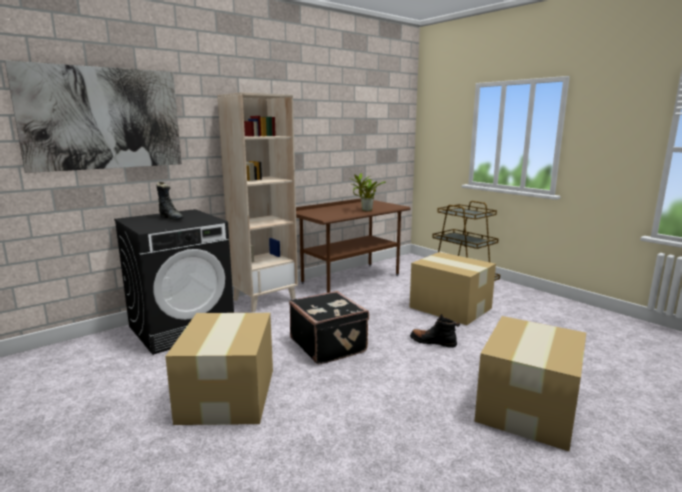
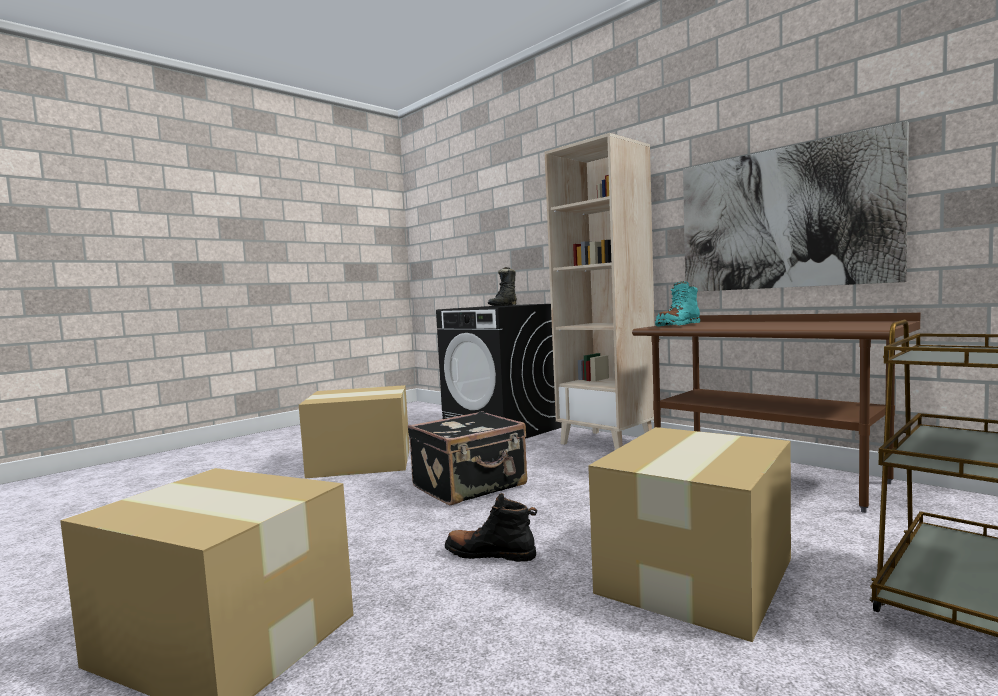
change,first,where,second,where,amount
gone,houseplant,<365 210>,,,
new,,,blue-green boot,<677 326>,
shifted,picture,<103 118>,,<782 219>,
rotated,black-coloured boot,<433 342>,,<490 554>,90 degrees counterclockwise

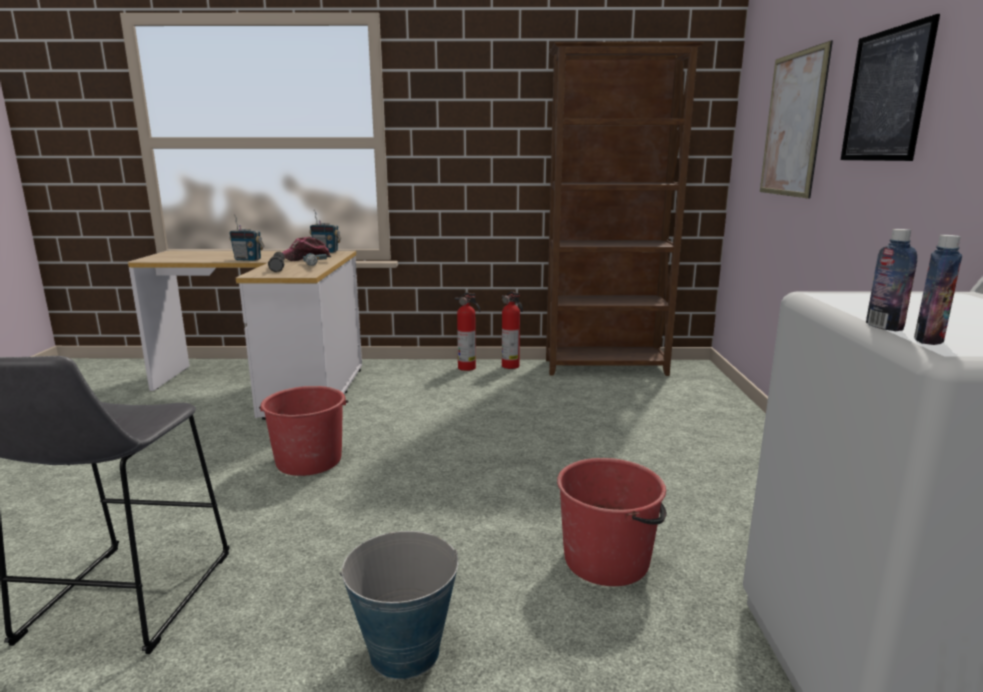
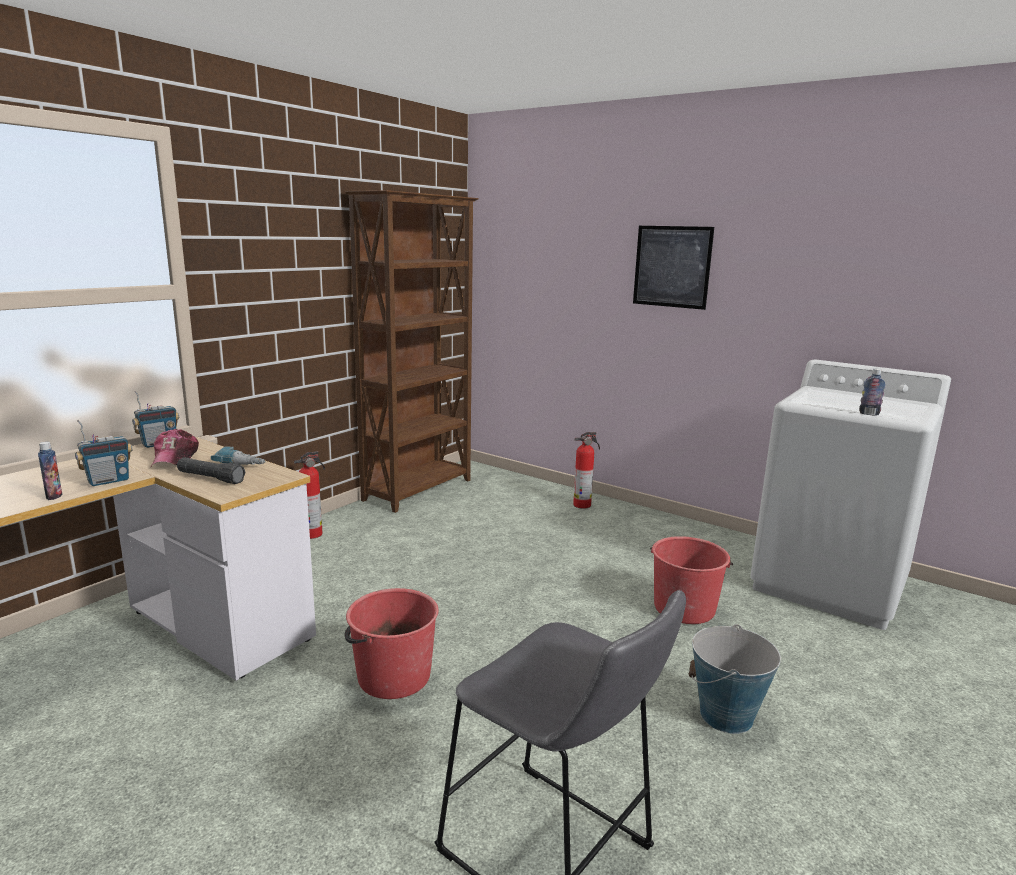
change,first,where,second,where,amount
gone,picture,<792 125>,,,
shifted,fire-fighting cylinder,<511 366>,,<583 505>,
shifted,bottle,<928 340>,,<54 496>,

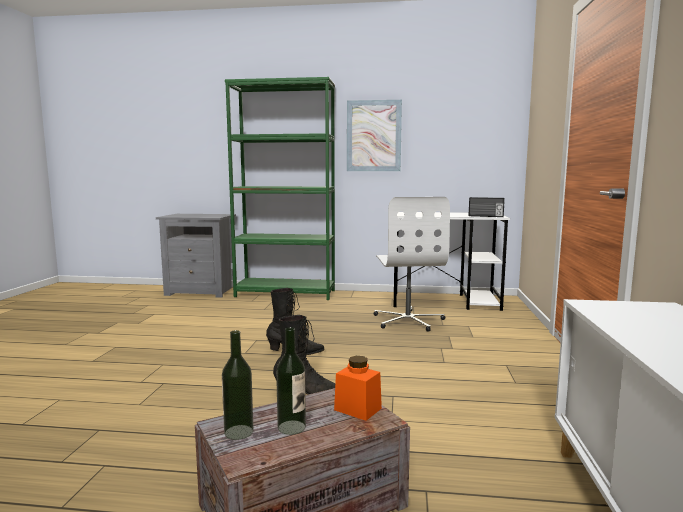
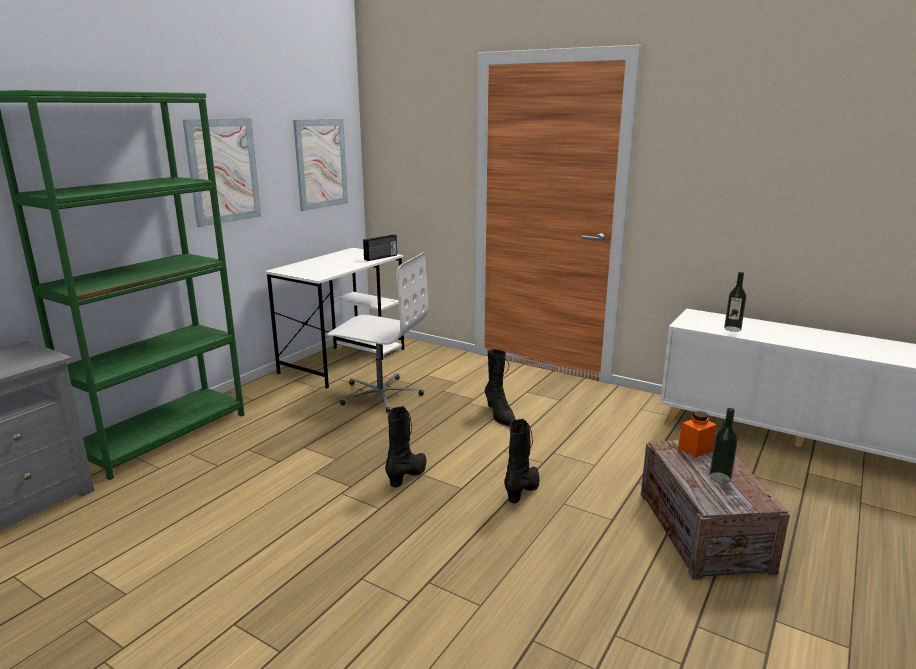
change,first,where,second,where,amount
new,,,picture,<321 164>,
new,,,black-coloured boot,<500 416>,
shifted,bottle,<238 432>,,<732 329>,

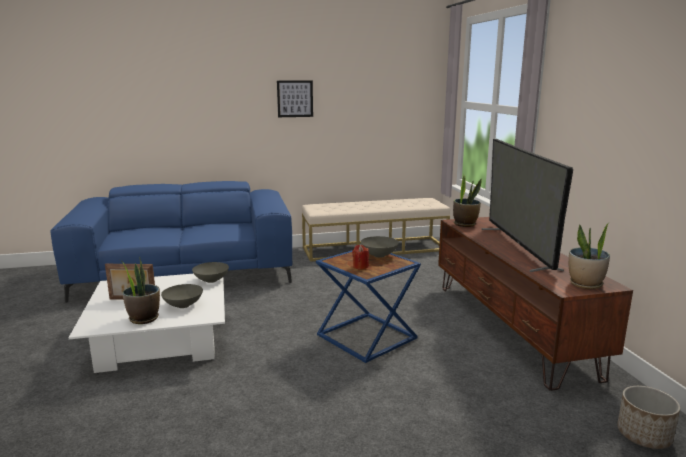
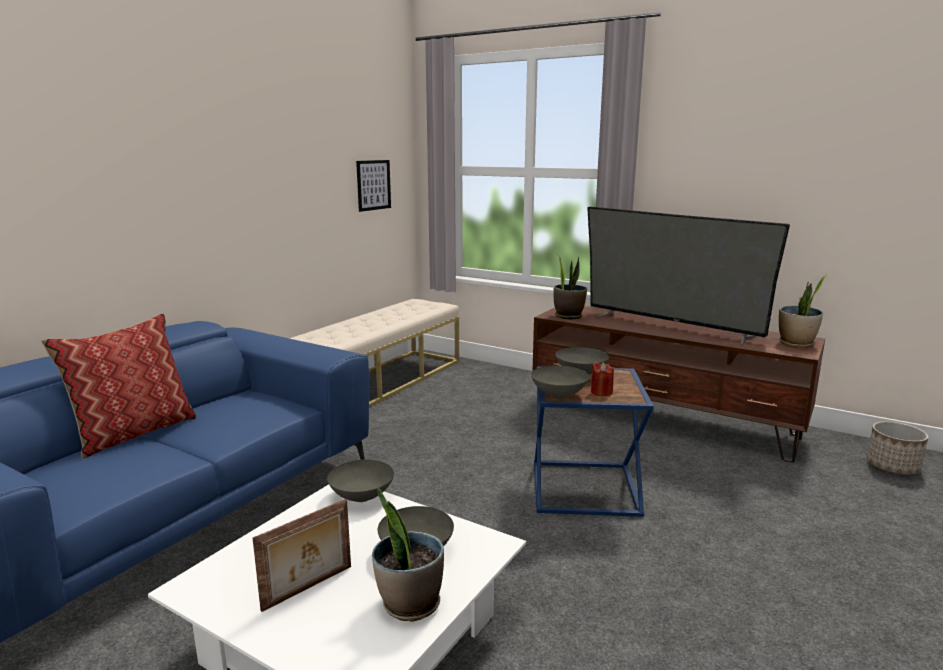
change,first,where,second,where,amount
new,,,cushion,<134 432>,
new,,,grey deep dish,<558 395>,
shifted,picture,<295 98>,,<373 185>,

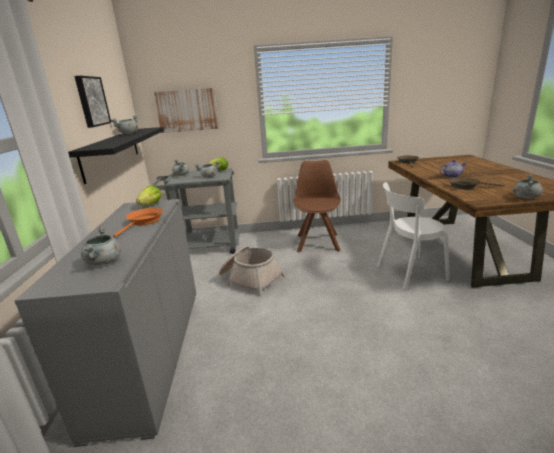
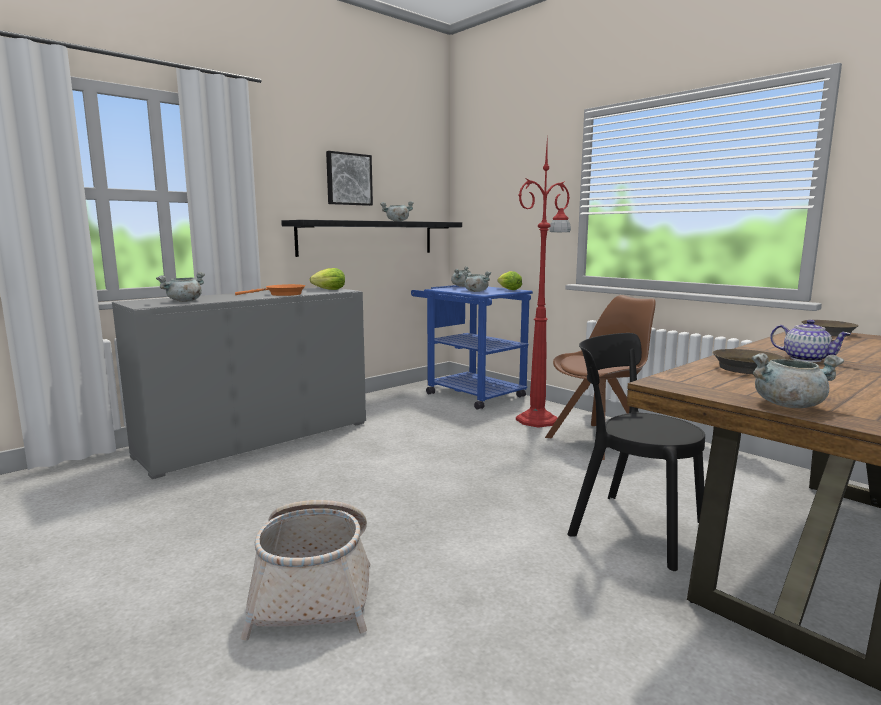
change,first,where,second,where,amount
gone,picture,<187 110>,,,
new,,,reddish standing lamp,<538 420>,
shifted,basket,<250 279>,,<315 587>,
repainted,grey wheeled cart,<204 246>,blue wheeled cart,<468 393>,
repainted,white-coloured plain chair,<408 273>,black-coloured plain chair,<630 527>,

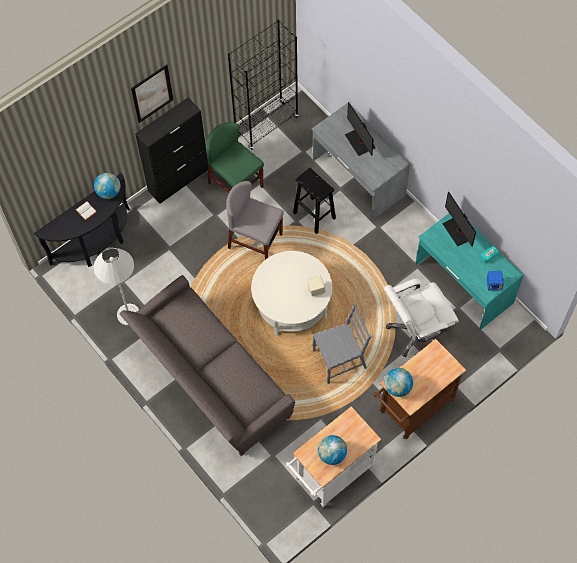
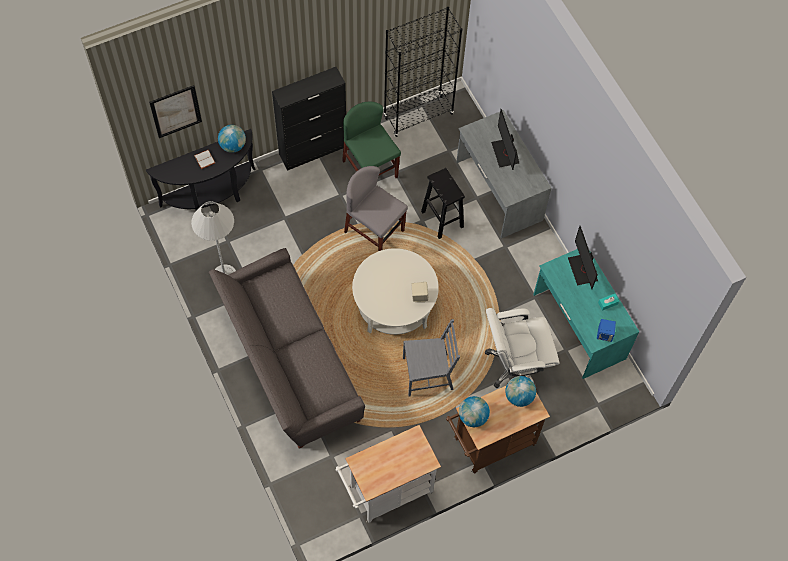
change,first,where,second,where,amount
shifted,picture,<152 93>,,<176 111>,
shifted,world globe,<332 454>,,<519 396>,

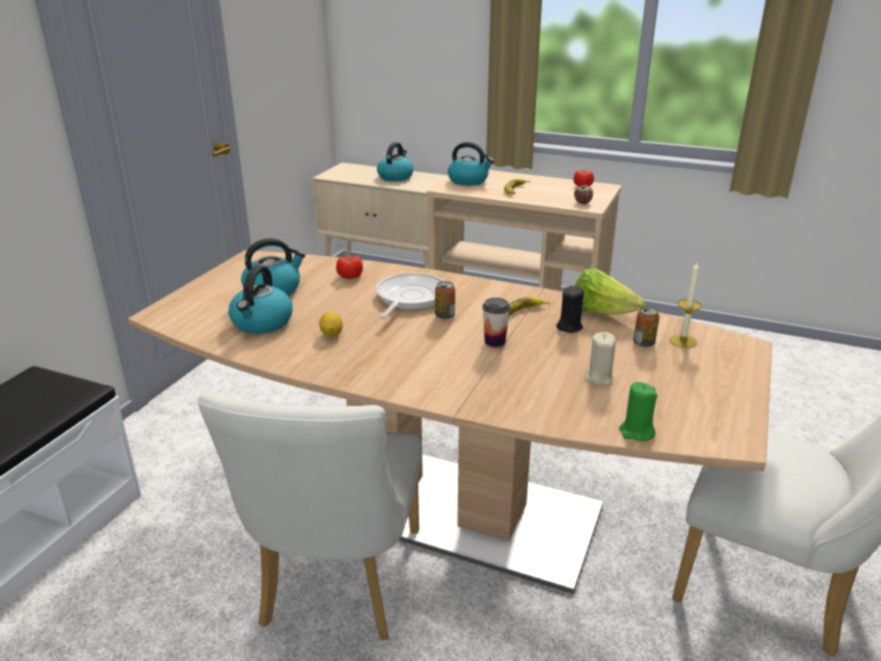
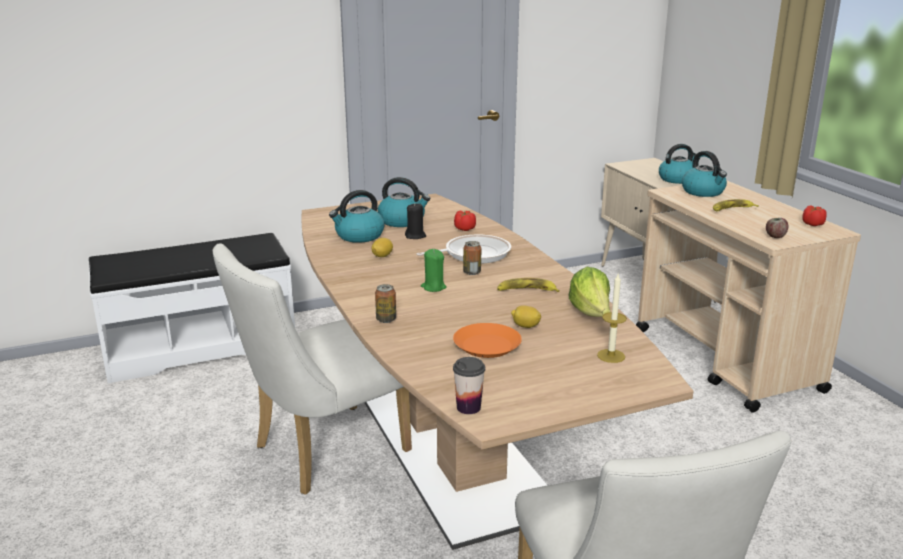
change,first,where,second,where,amount
new,,,citrus fruit,<525 326>,
shifted,cup,<495 341>,,<468 407>,
shifted,black-coloured wax light,<569 327>,,<415 236>,
shifted,greenish wax light,<636 432>,,<433 287>,
shifted,sealed can,<644 343>,,<386 319>,
swapped,sand-coloured wax light,<598 378>,orangey flat dish,<487 346>,

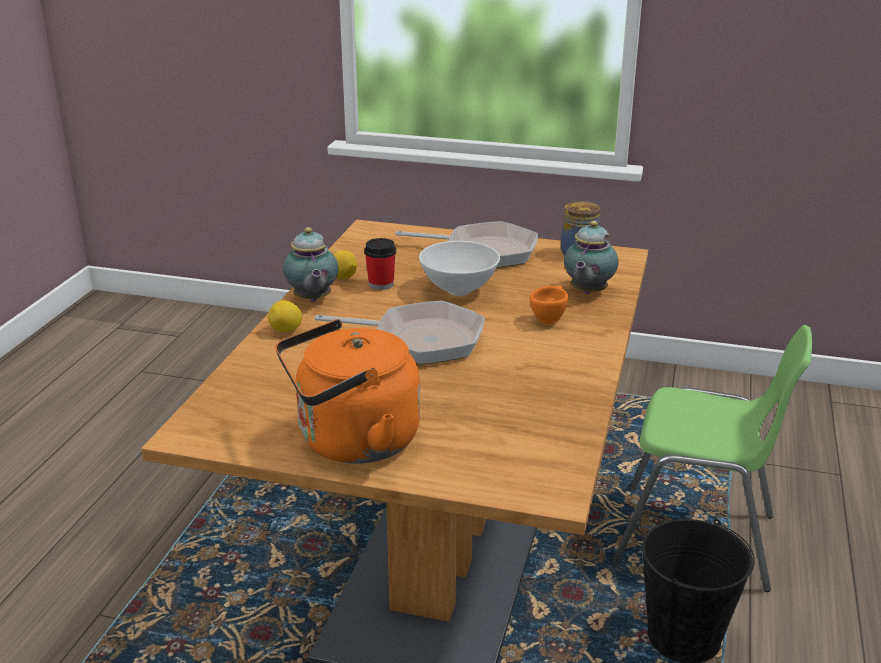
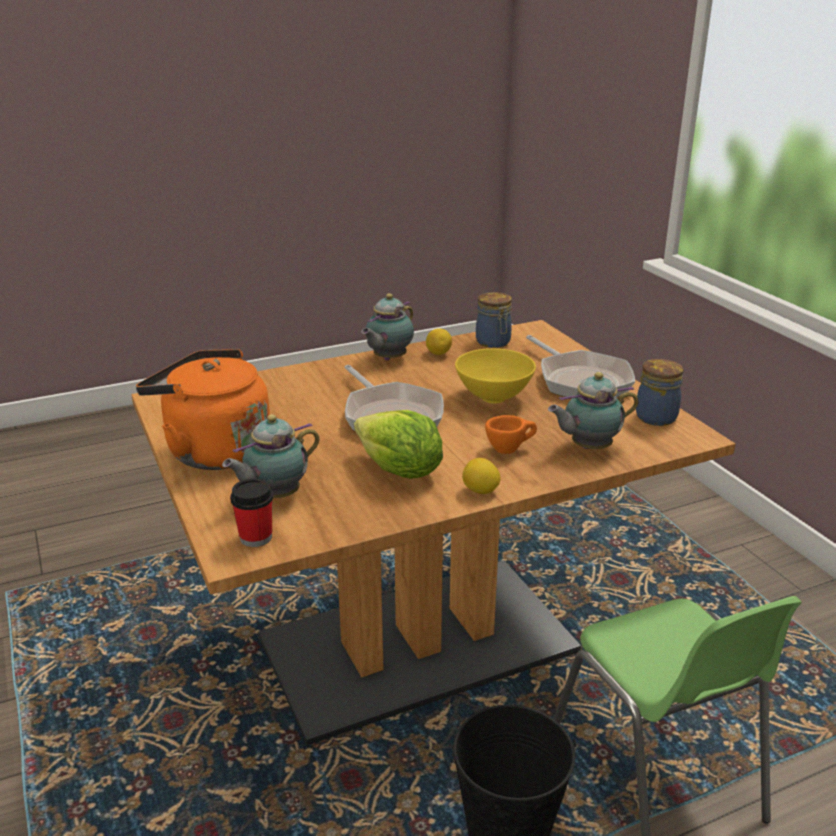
change,first,where,second,where,amount
new,,,teapot,<274 496>,
new,,,head of lettuce,<399 471>,
new,,,preserve jar,<493 342>,
shifted,citrus fruit,<286 330>,,<480 491>,
shifted,cup,<381 284>,,<256 537>,
repainted,white-coloured deep dish,<459 291>,yellow deep dish,<493 398>,

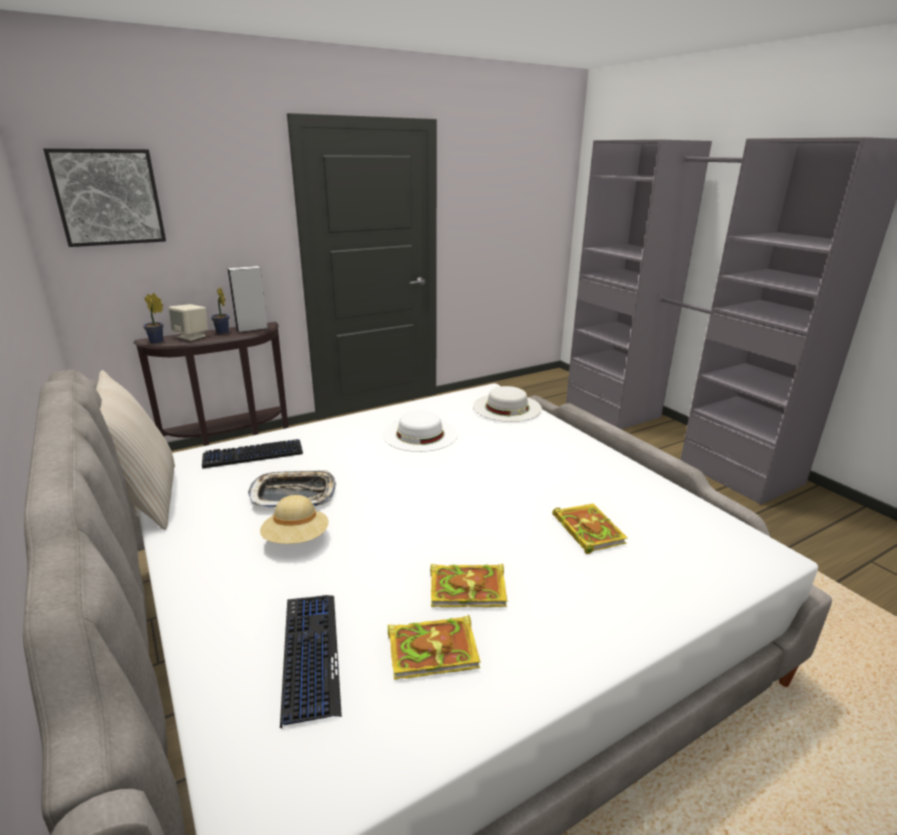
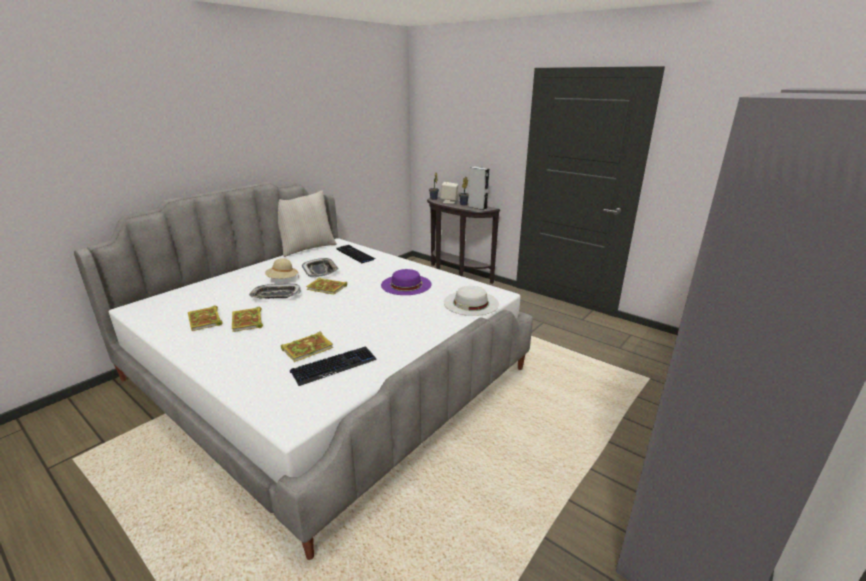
change,first,where,second,where,amount
gone,picture,<108 197>,,,
new,,,tray,<275 295>,
new,,,volume,<327 288>,
shifted,computer keyboard,<310 655>,,<334 366>,
repainted,white-coloured hat,<420 434>,purplish hat,<406 284>,

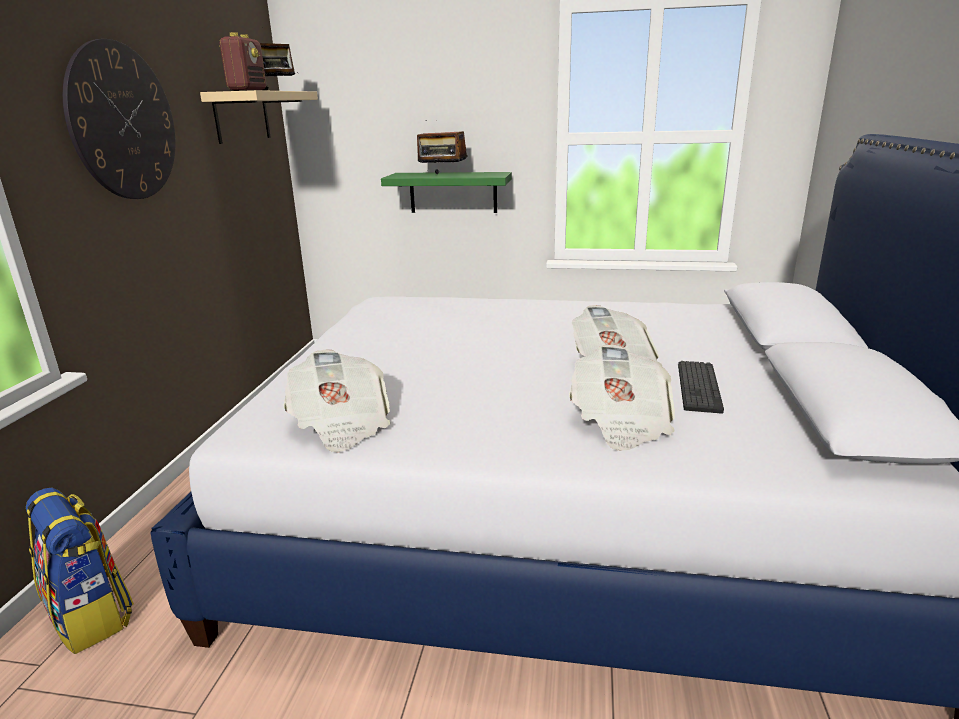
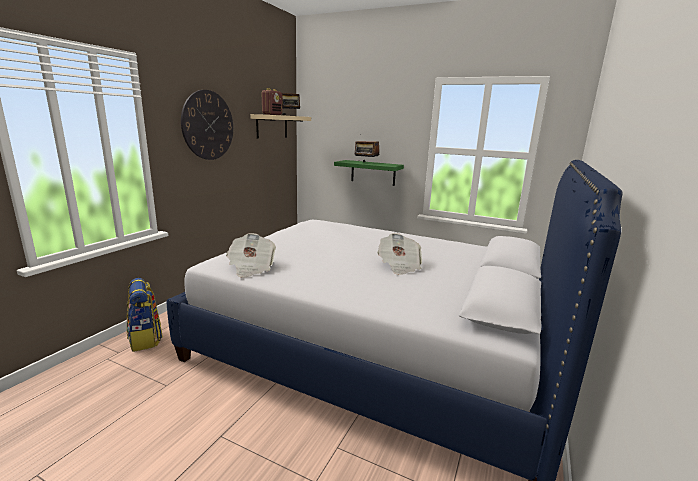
change,first,where,second,where,amount
gone,daily paper,<620 423>,,,
gone,computer keyboard,<698 387>,,,

